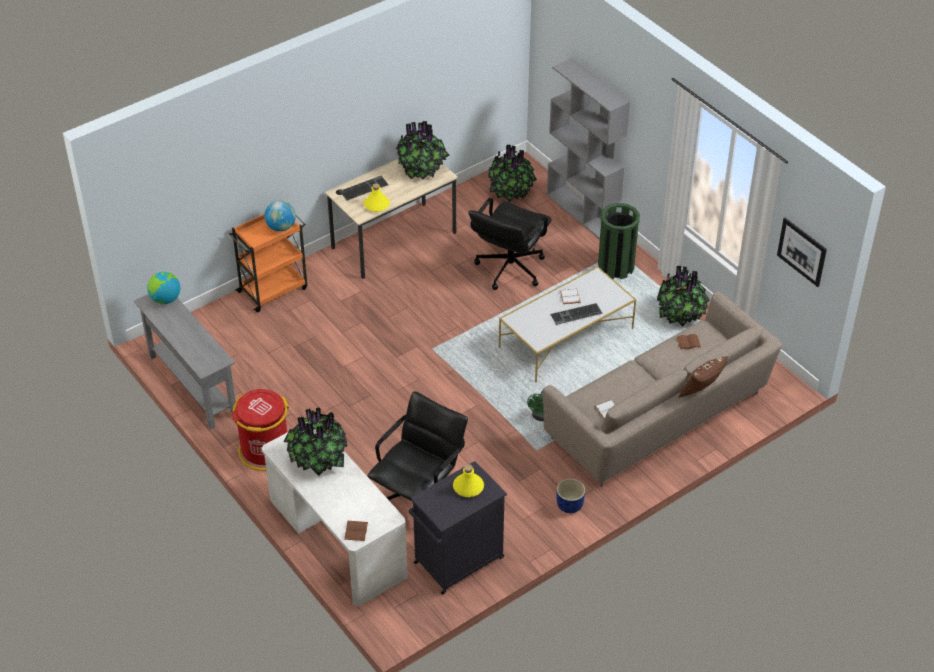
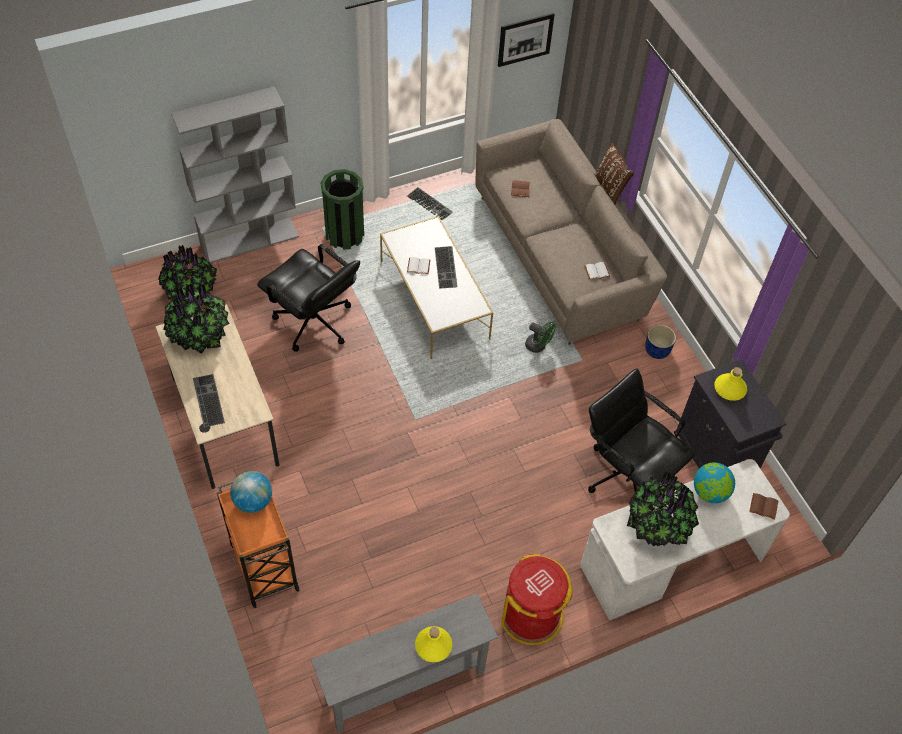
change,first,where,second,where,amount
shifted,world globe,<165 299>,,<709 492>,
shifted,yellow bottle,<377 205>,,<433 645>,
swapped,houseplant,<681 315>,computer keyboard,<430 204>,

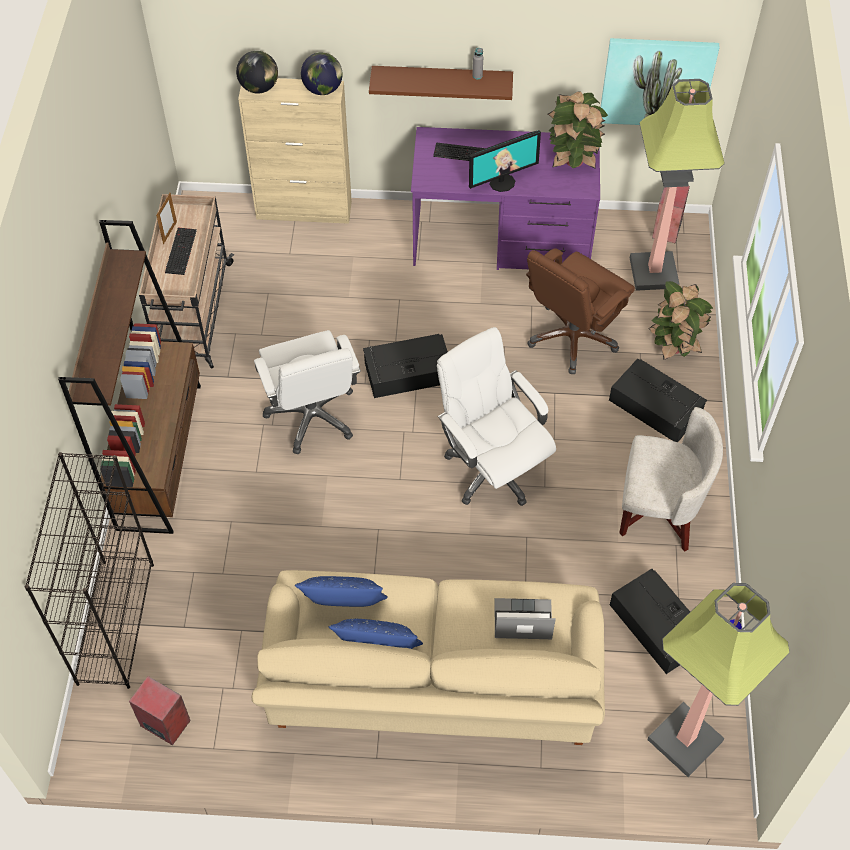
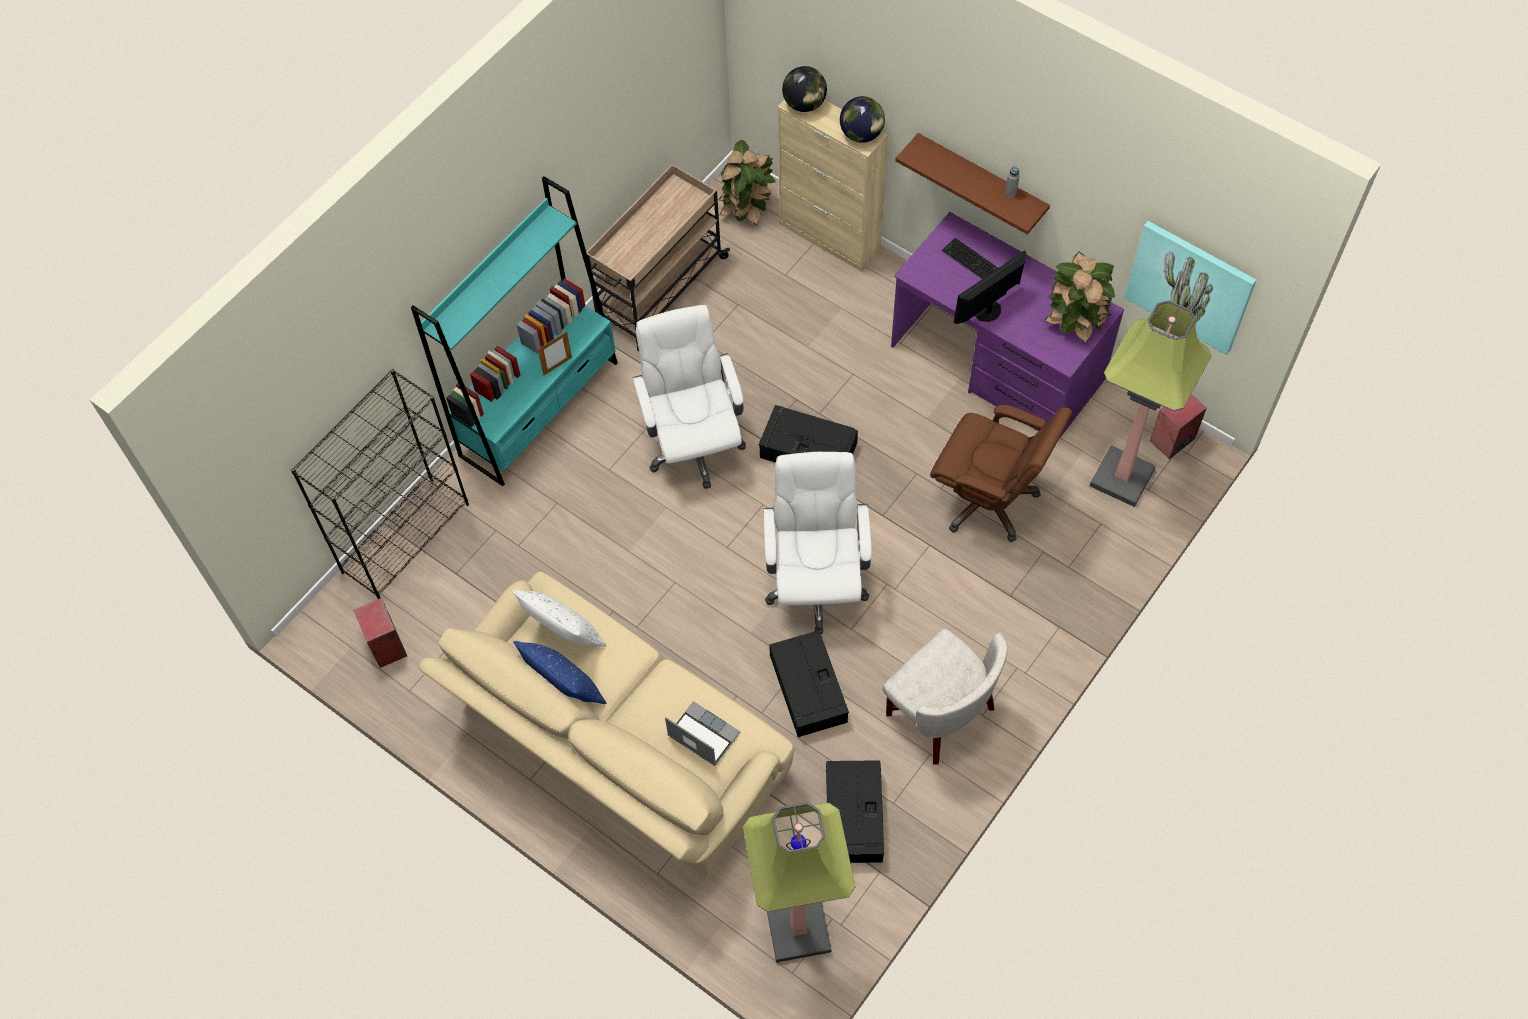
change,first,where,second,where,amount
gone,computer keyboard,<180 250>,,,
shifted,picture frame,<170 232>,,<557 366>,
shifted,black-coloured storage box,<656 408>,,<808 690>,
shifted,houseplant,<674 345>,,<747 210>,
repainted,brown-coloured bookshelf,<159 455>,blue-green bookshelf,<539 408>,
repainted,blue cushion,<344 609>,white-coloured cushion,<564 635>,
rotated,white-coloured computer chair,<312 416>,,<693 444>,150 degrees clockwise
rotated,computer screen,<502 182>,,<987 311>,135 degrees clockwise
rotated,brown-coloured computer chair,<572 338>,,<988 500>,135 degrees counterclockwise

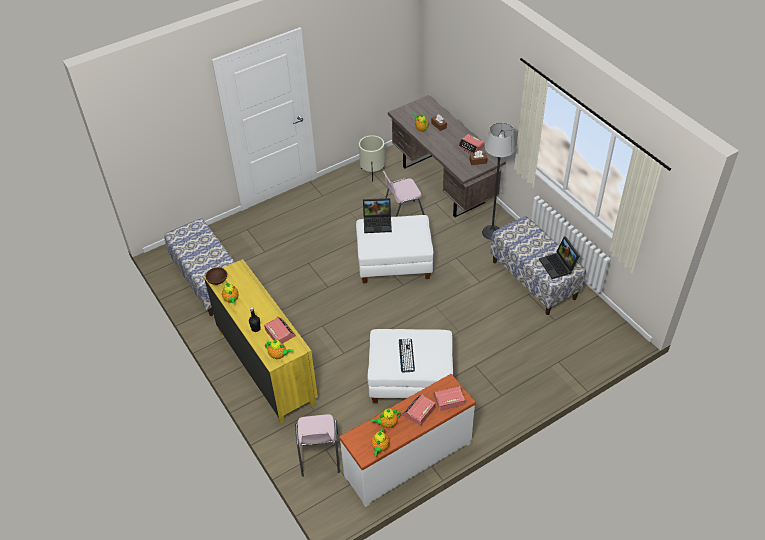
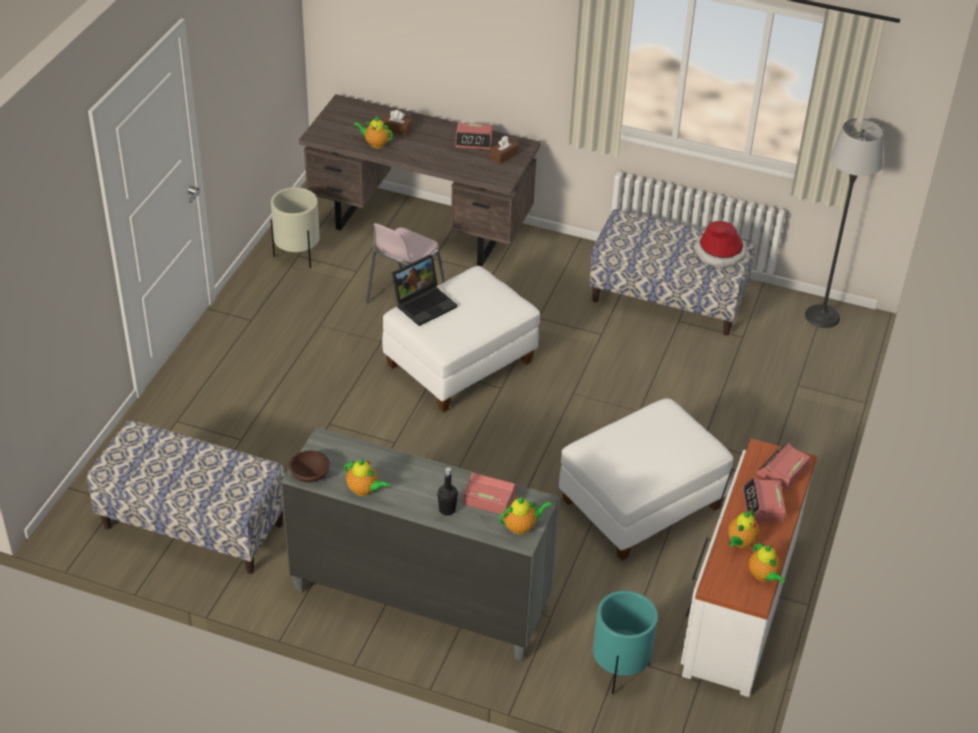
change,first,where,second,where,amount
gone,computer keyboard,<406 355>,,,
shifted,standing lamp,<492 232>,,<822 316>,
swapped,pink-coloured plain chair,<319 455>,blue-green planter,<619 670>,
swapped,portable computer,<558 266>,hat,<719 252>,
repainted,yellow dresser,<266 367>,grey dresser,<419 597>,

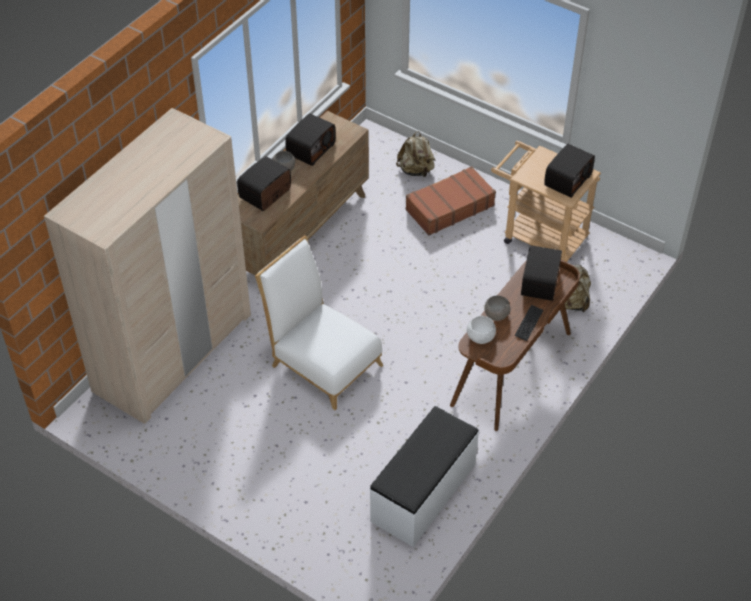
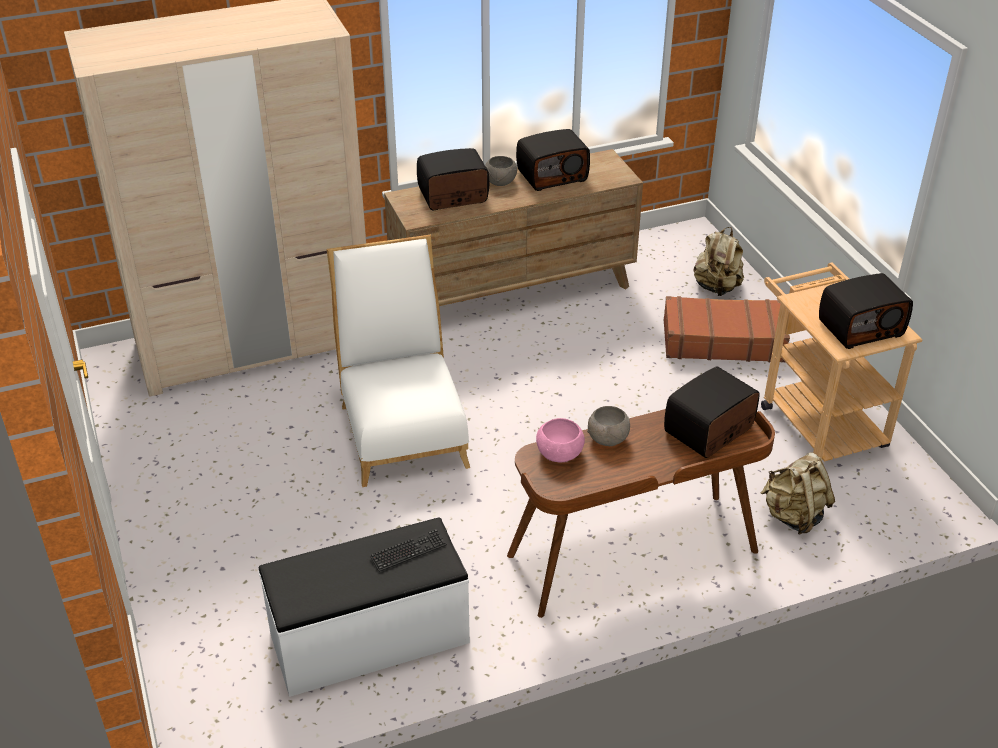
change,first,where,second,where,amount
shifted,computer keyboard,<529 323>,,<408 551>,
repainted,white-coloured deep dish,<480 336>,pink-coloured deep dish,<559 453>,

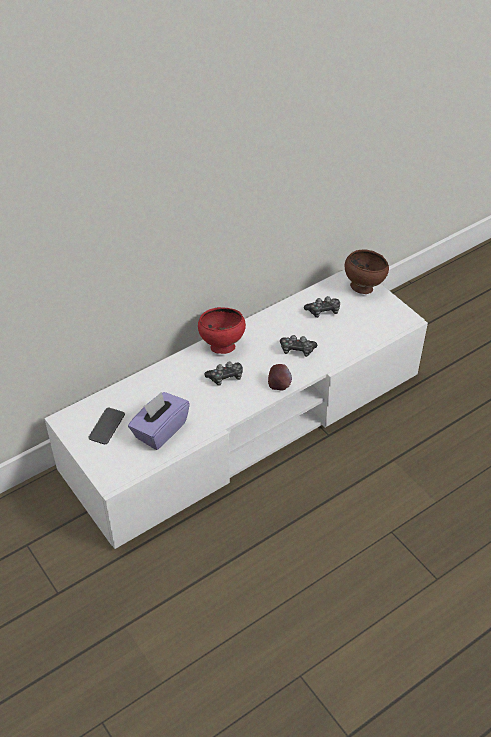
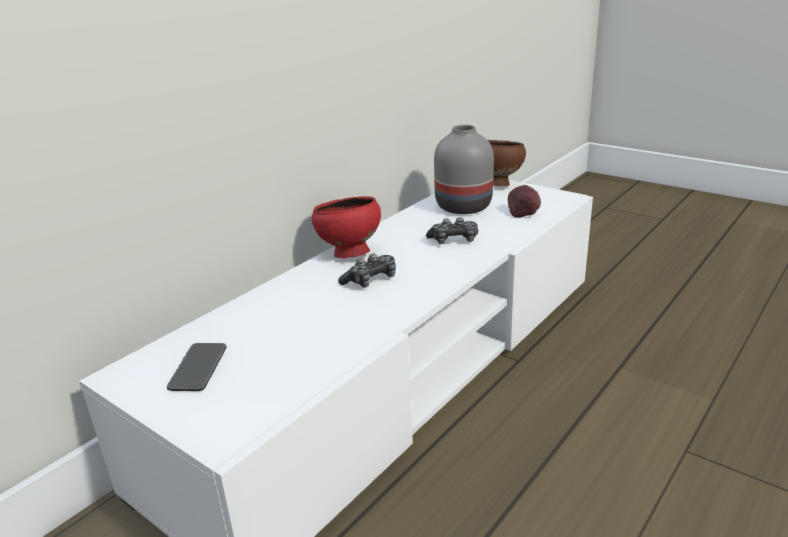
change,first,where,second,where,amount
gone,purplish tissue holder,<160 430>,,,
shifted,apple fruit,<279 385>,,<523 214>,
swapped,game controller,<323 311>,grey vase,<463 207>,

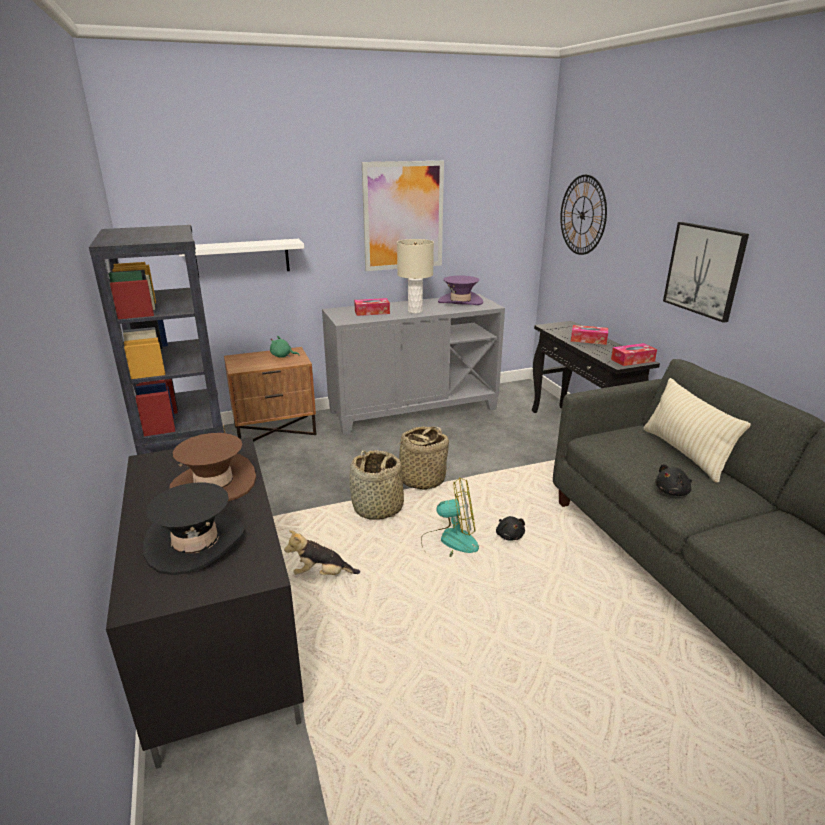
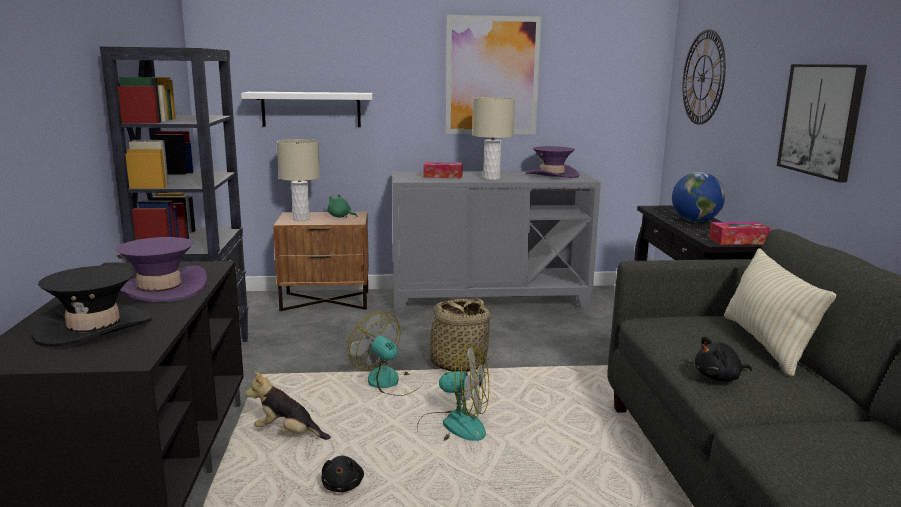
change,first,where,second,where,amount
new,,,sand-coloured lamp for a table,<301 219>,
shifted,black-coloured cuddly toy,<509 535>,,<343 485>,
swapped,basket,<378 508>,cooling fan,<390 383>,
swapped,tissue holder,<588 340>,world globe,<695 221>,
repainted,brown-coloured hat,<214 483>,purplish hat,<159 289>,

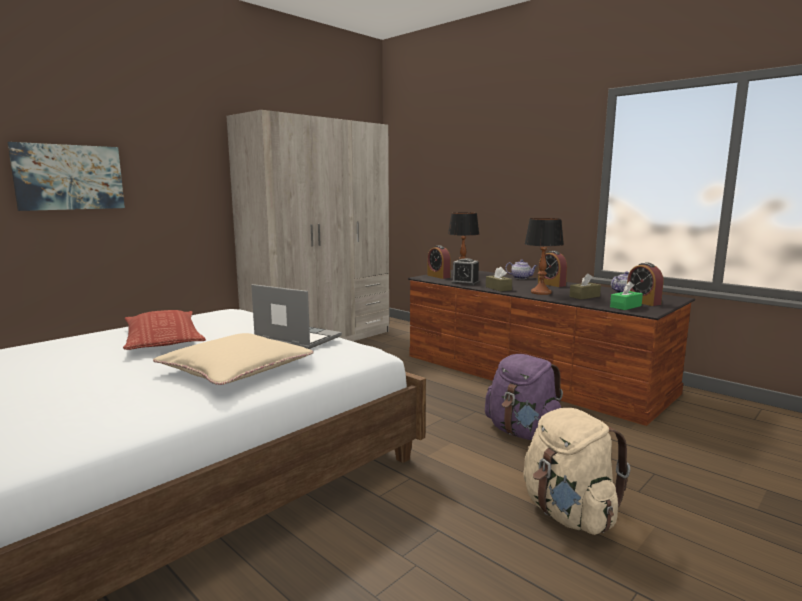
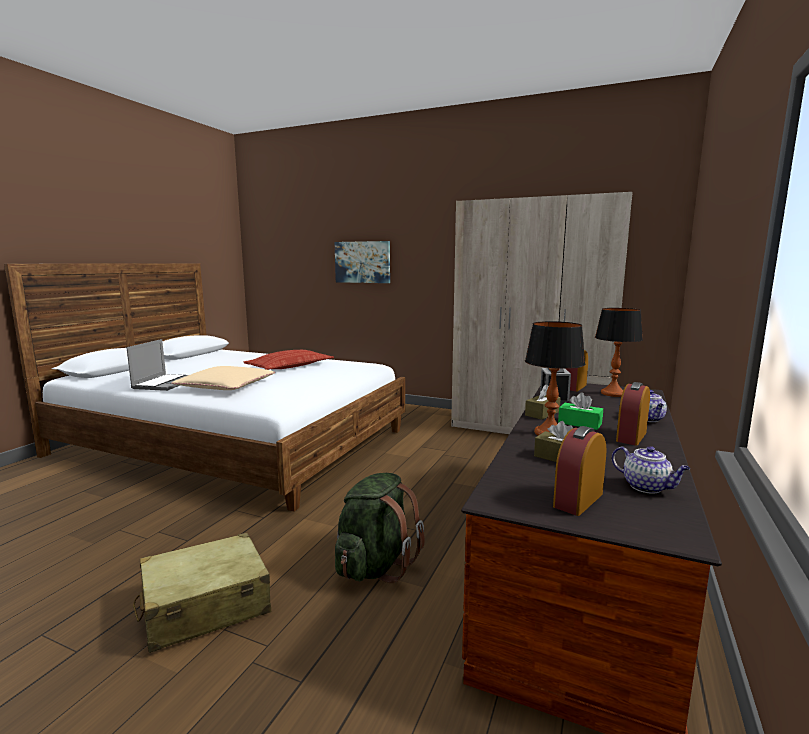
change,first,where,second,where,amount
shifted,portable computer,<296 338>,,<165 383>,
shifted,greenish tissue holder,<625 306>,,<579 423>,
swapped,sand-coloured knapsack,<568 514>,sand-coloured piece of luggage,<205 606>,
repainted,purplish knapsack,<523 433>,greenish knapsack,<375 565>,

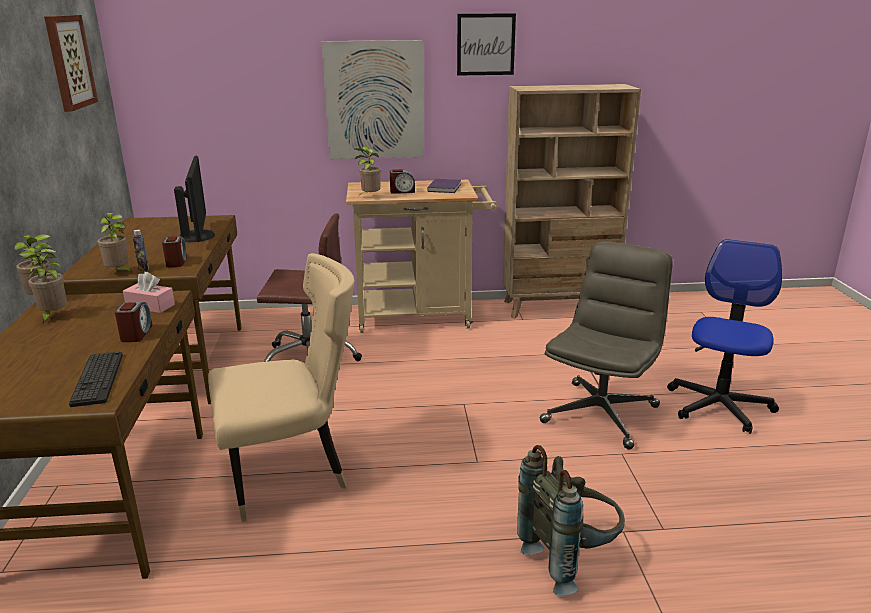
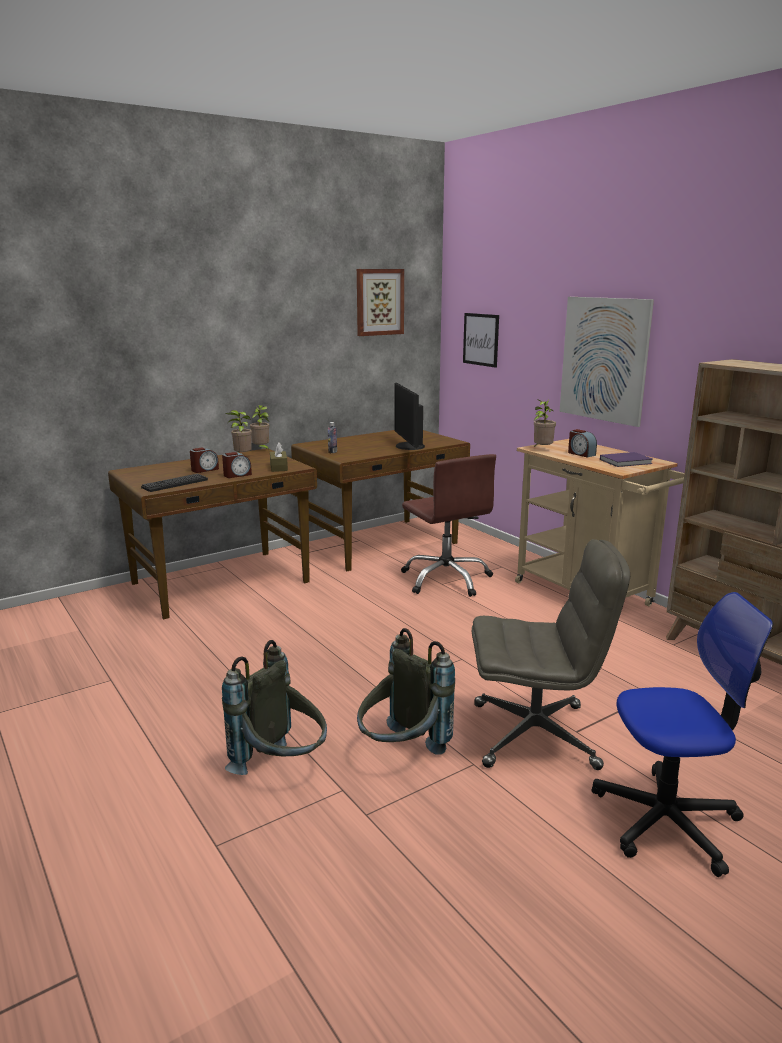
change,first,where,second,where,amount
gone,houseplant,<119 272>,,,
gone,sand-coloured plain chair,<292 473>,,,
new,,,grey knapsack,<401 752>,
shifted,alarm clock,<176 262>,,<204 470>,
shifted,picture,<485 44>,,<481 339>,
repainted,pink-coloured tissue holder,<150 306>,brown-coloured tissue holder,<278 467>,
rotated,computer screen,<198 236>,,<408 446>,120 degrees clockwise

